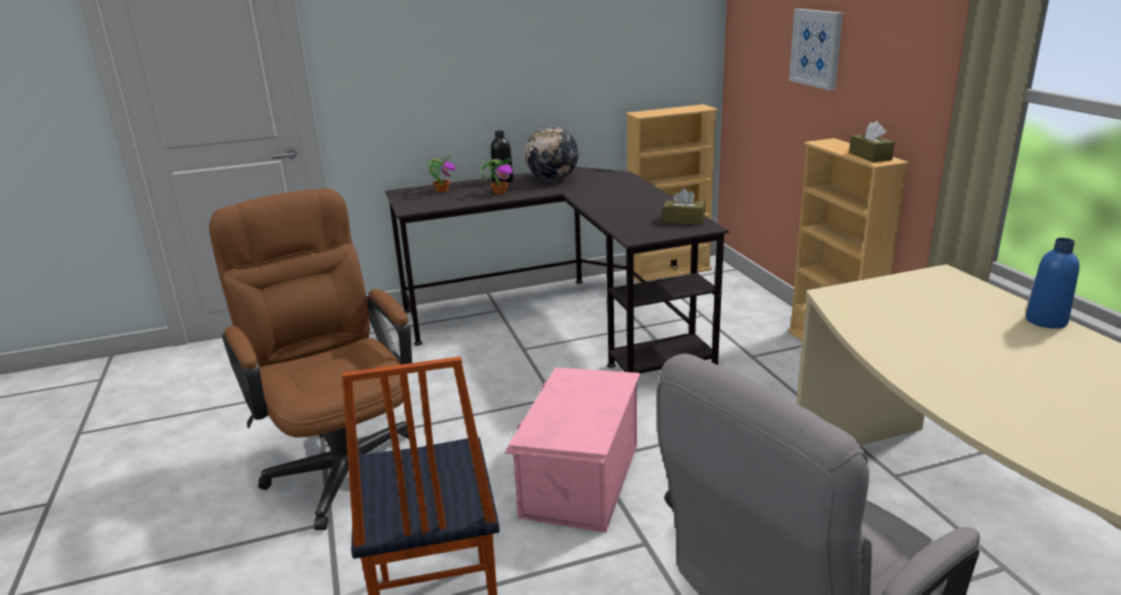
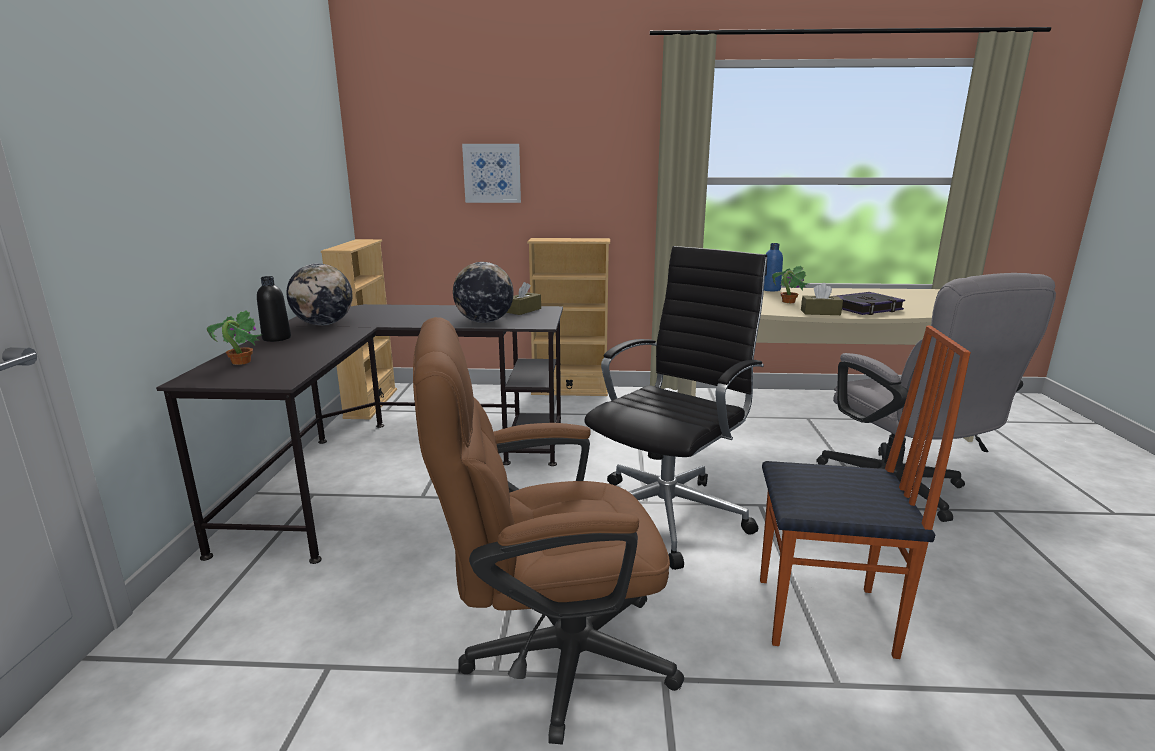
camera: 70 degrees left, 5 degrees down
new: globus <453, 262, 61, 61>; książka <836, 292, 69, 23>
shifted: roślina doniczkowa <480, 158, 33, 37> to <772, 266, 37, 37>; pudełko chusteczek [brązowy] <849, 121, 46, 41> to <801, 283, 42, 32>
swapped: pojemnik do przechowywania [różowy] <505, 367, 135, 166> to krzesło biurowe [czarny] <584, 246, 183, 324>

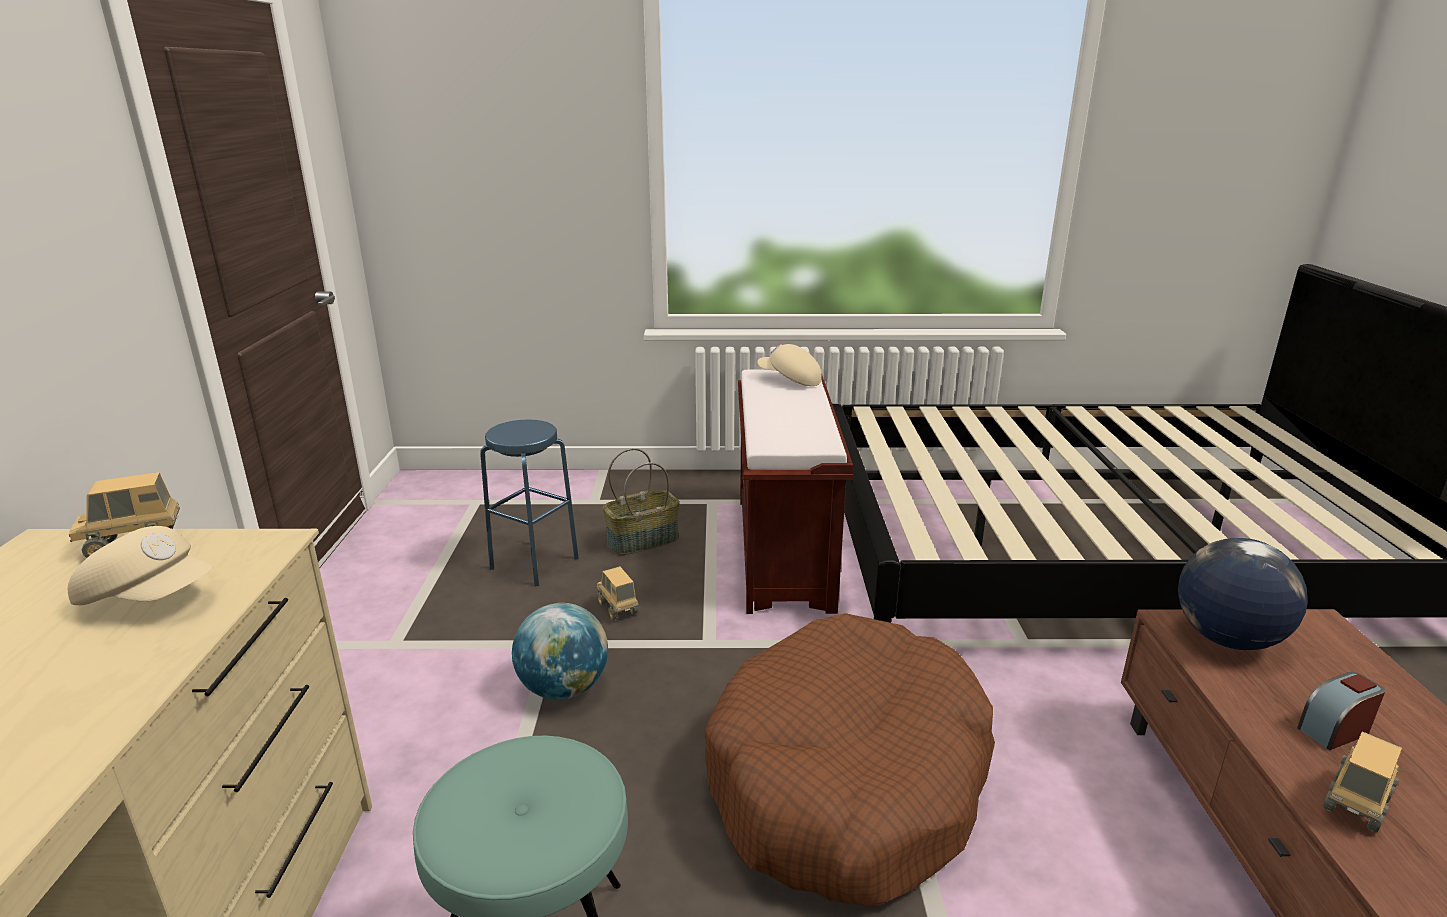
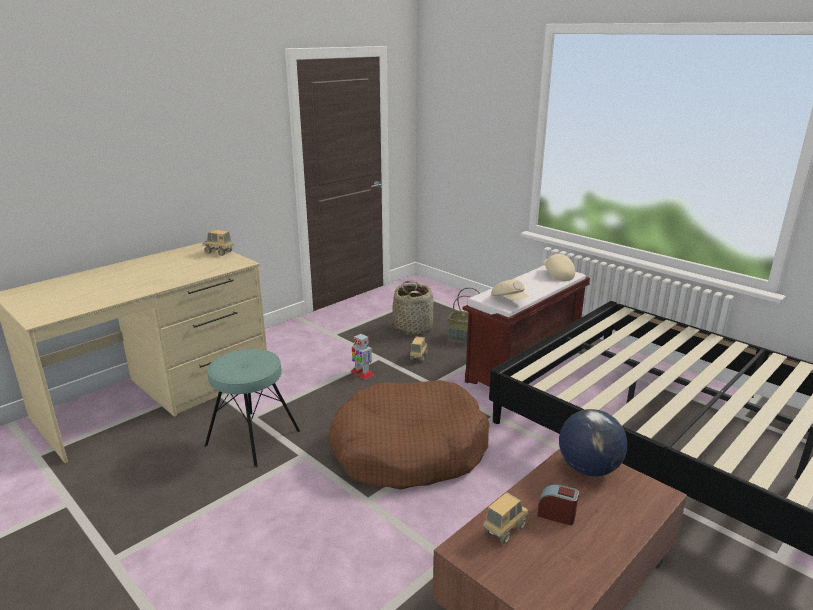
camera: 45 degrees right, 0 degrees up
shifted: czapka z daszkiem [beżowy] <68, 526, 145, 79> to <491, 279, 38, 21>
swapped: stołek [niebieski] <480, 419, 99, 167> to koszyk <392, 280, 42, 56>; globus <512, 603, 96, 97> to robot zabawkowy <351, 333, 24, 46>
rotated: ciężarówka zabawkowa <1323, 731, 81, 101> = <483, 492, 45, 52> 45 degrees counterclockwise

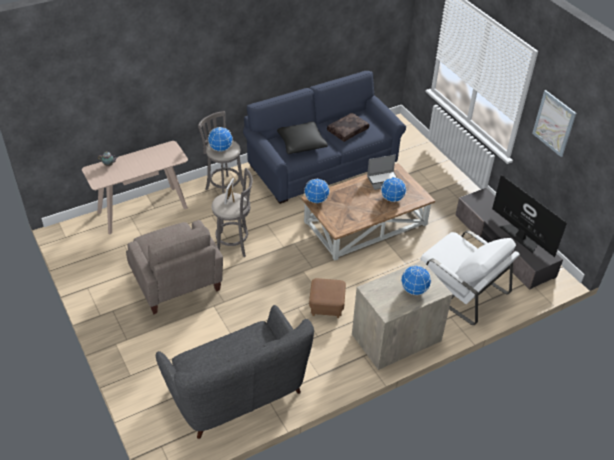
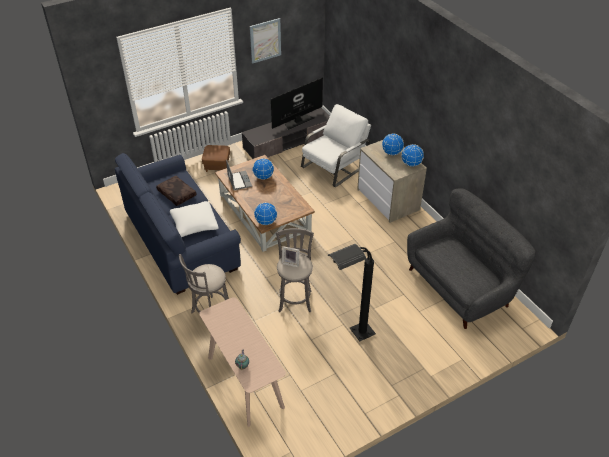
camera: 90 degrees left, 0 degrees up
shifted: globus <208, 127, 25, 25> to <401, 144, 23, 23>; pufa [brązowy] <309, 278, 37, 40> to <202, 145, 28, 27>
swapped: fotel [beżowy] <126, 220, 97, 94> to lampa stojąca [czarny] <328, 244, 48, 97>
repainted: poduszka [czarny] <277, 121, 51, 33> to poduszka [biały] <170, 201, 49, 36>

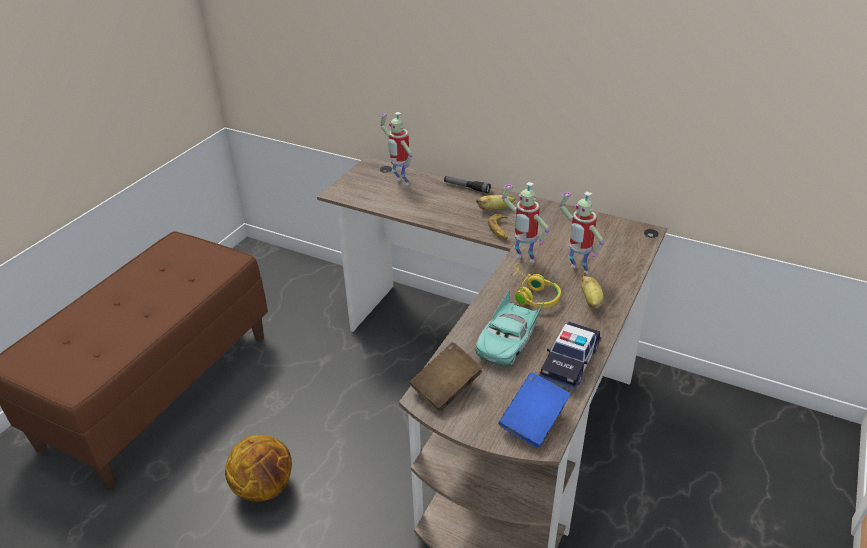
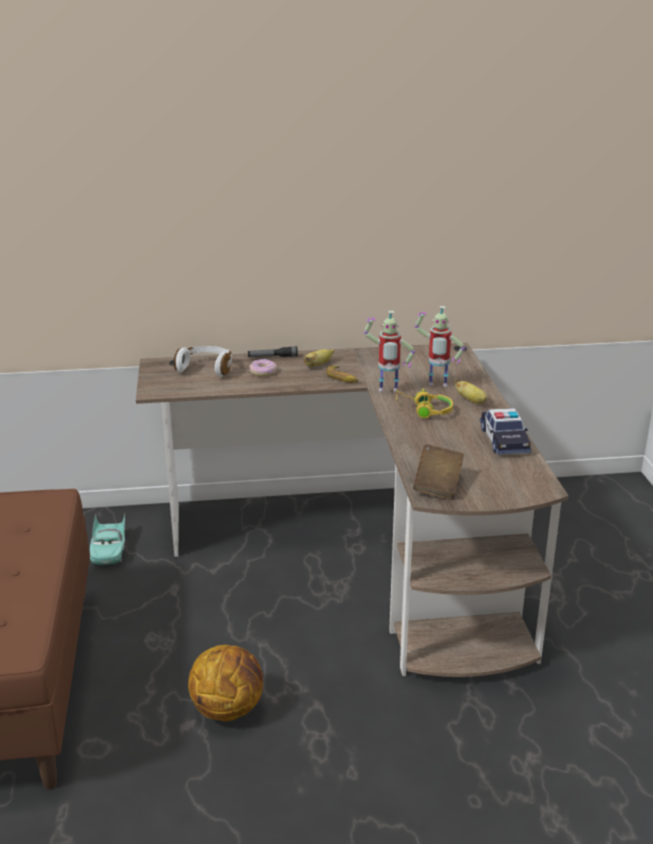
camera: 35 degrees left, 10 degrees down
gone: książka [niebieski] <498, 372, 73, 76>
new: donut <249, 359, 28, 18>
shifted: samochodzik [turkusowy] <475, 289, 70, 77> to <90, 514, 35, 51>
swapped: robot zabawkowy <380, 112, 33, 73> to słuchawki [biały] <174, 346, 58, 31>

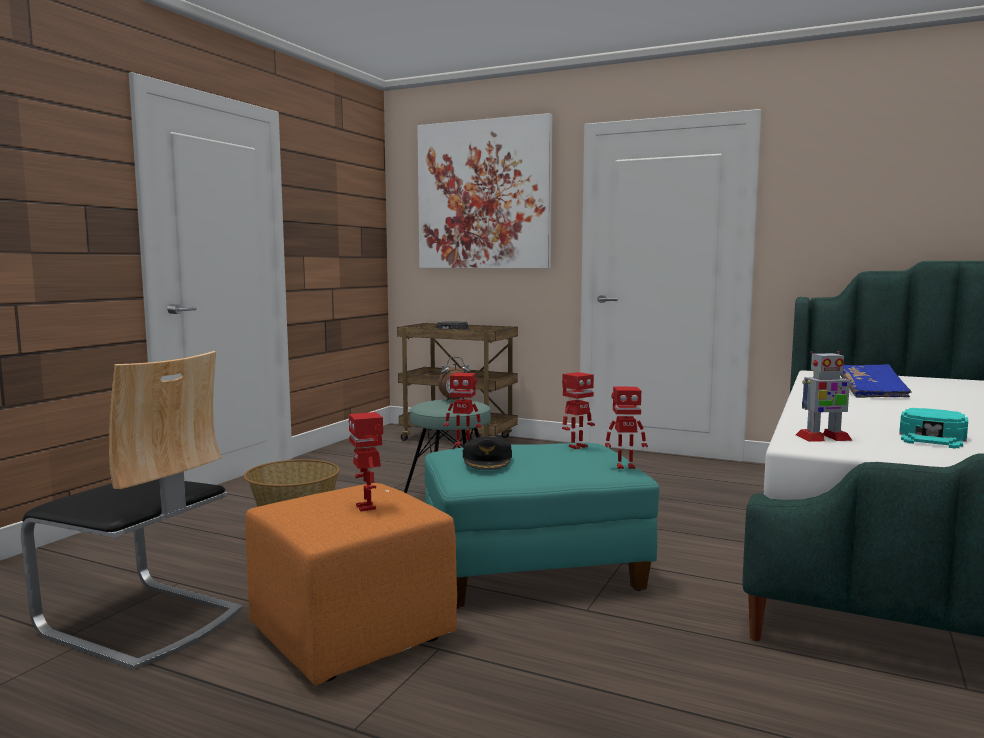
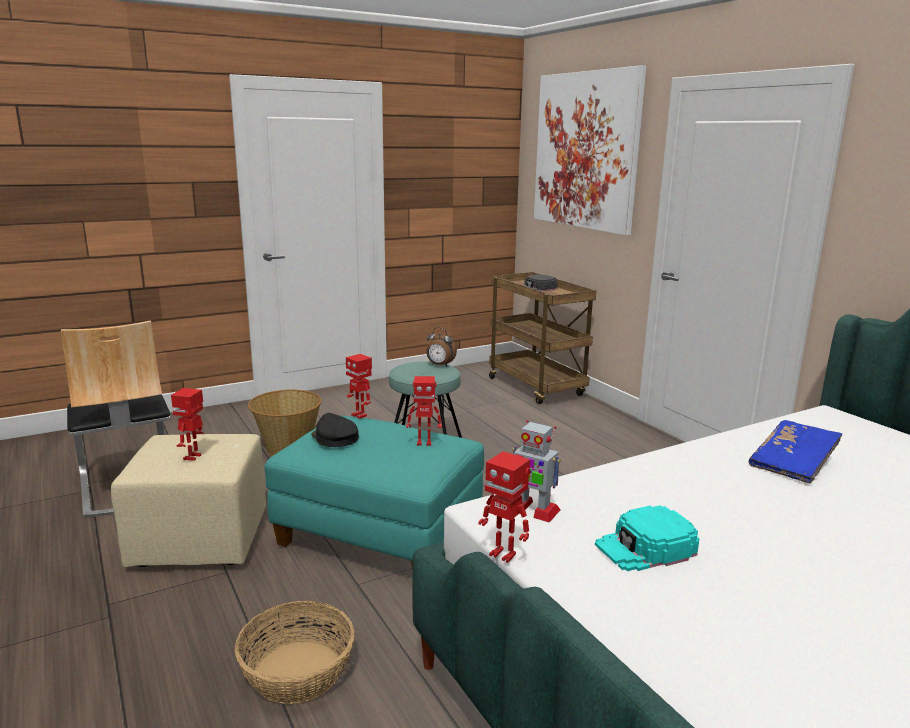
camera: 35 degrees right, 10 degrees up
new: koszyk <235, 601, 120, 103>
shifted: robot zabawkowy <605, 387, 43, 82> to <479, 451, 52, 112>
repainted: pufa [pomarańczowy] <245, 483, 212, 203> to pufa [beżowy] <111, 434, 155, 133>
rotated: czapka z daszkiem [czarny] <463, 437, 49, 33> = <311, 413, 48, 34> 105 degrees clockwise

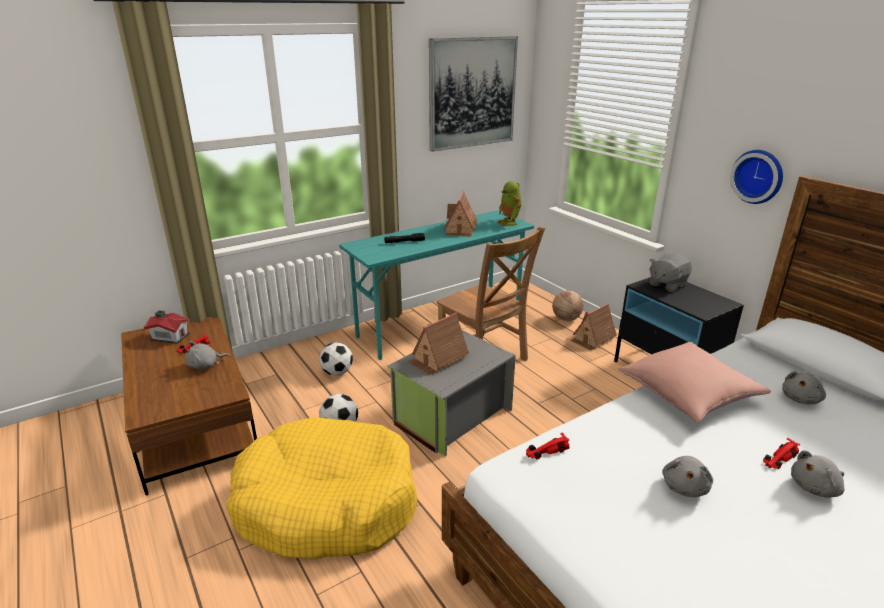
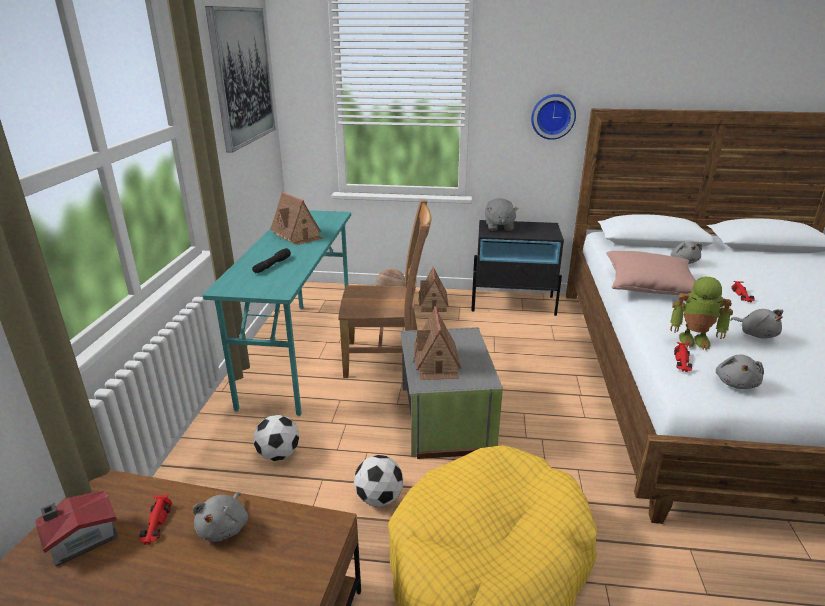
camera: 50 degrees left, 0 degrees up
shifted: robot zabawkowy <497, 181, 25, 45> to <670, 277, 63, 73>; pluszak [szary] <791, 450, 54, 48> to <716, 355, 48, 34>

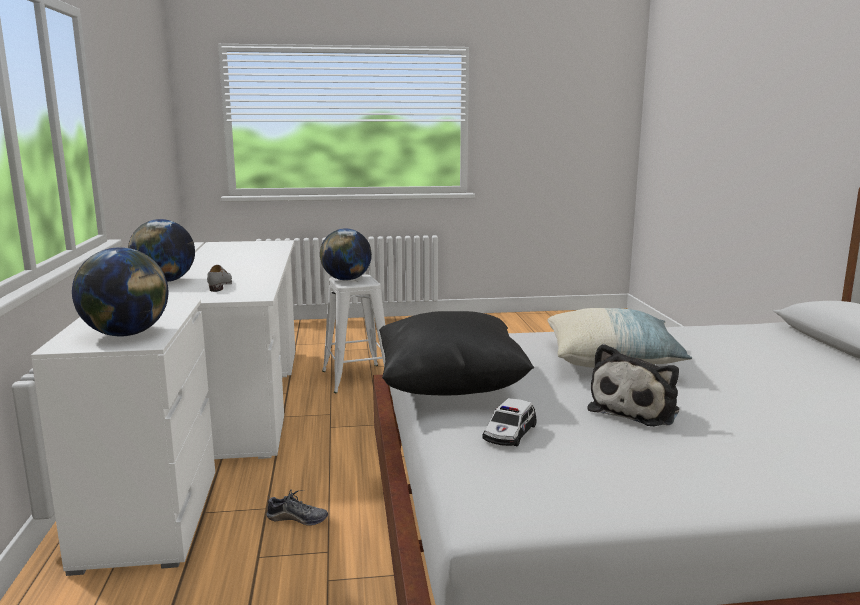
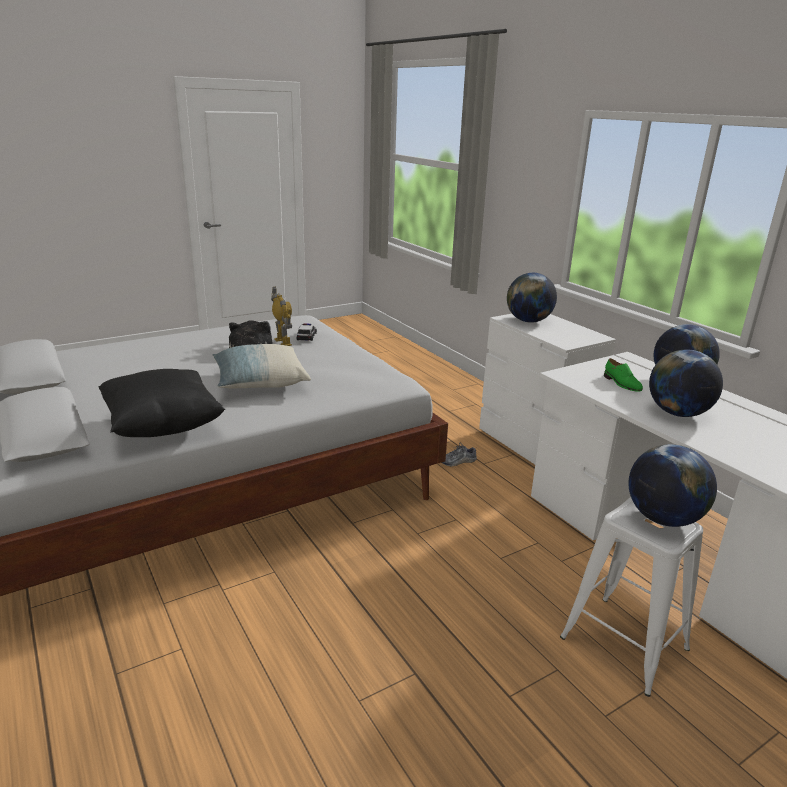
camera: 155 degrees right, 10 degrees up
new: robot zabawkowy <271, 287, 21, 59>; globus <649, 349, 74, 68>
shifted: poduszka [czarny] <379, 311, 155, 84> to <99, 369, 126, 68>
repainted: but [szary] <207, 265, 25, 27> to but [zielony] <604, 358, 39, 34>

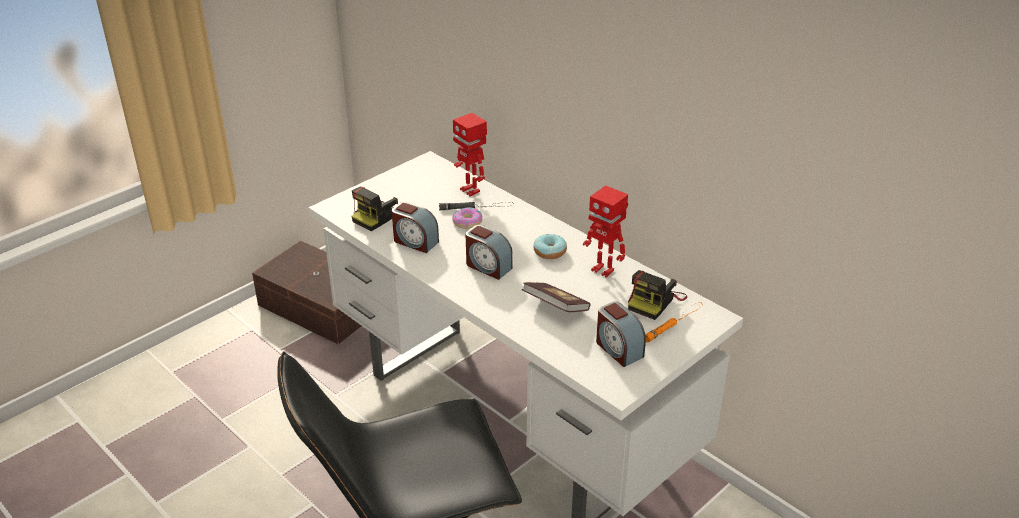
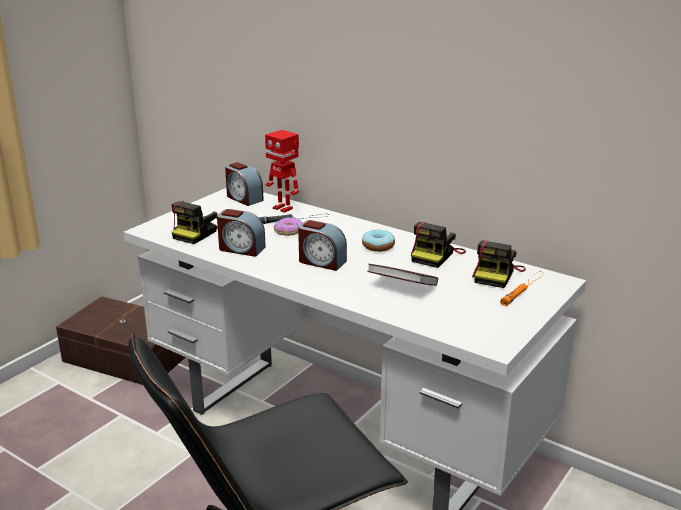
camera: 10 degrees left, 10 degrees down
shifted: budzik <596, 301, 50, 66> to <225, 162, 39, 44>
swapped: robot zabawkowy <583, 185, 45, 93> to aparat fotograficzny <411, 222, 55, 46>

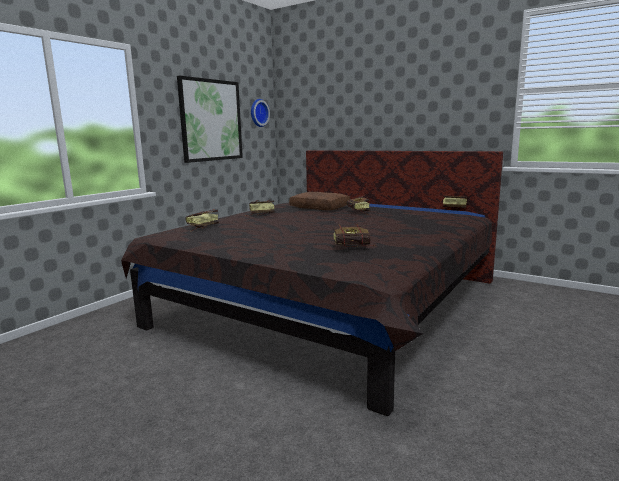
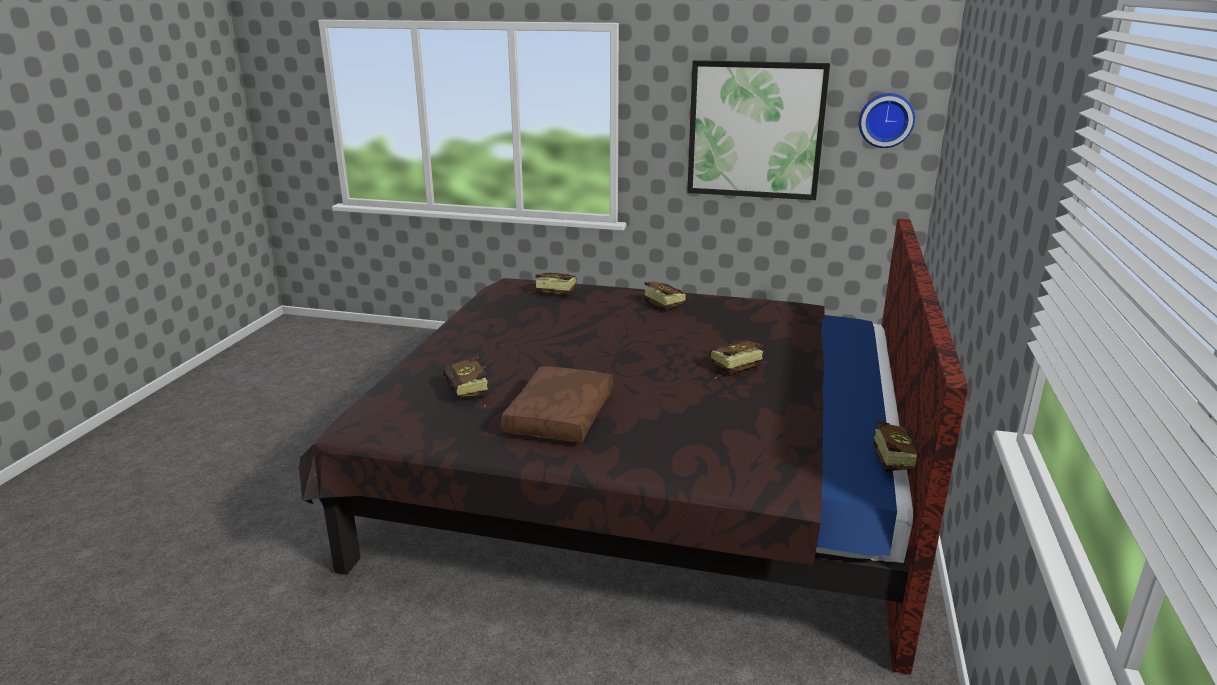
camera: 70 degrees right, 10 degrees up
shifted: poduszka [brązowy] <289, 192, 61, 18> to <501, 367, 112, 75>

